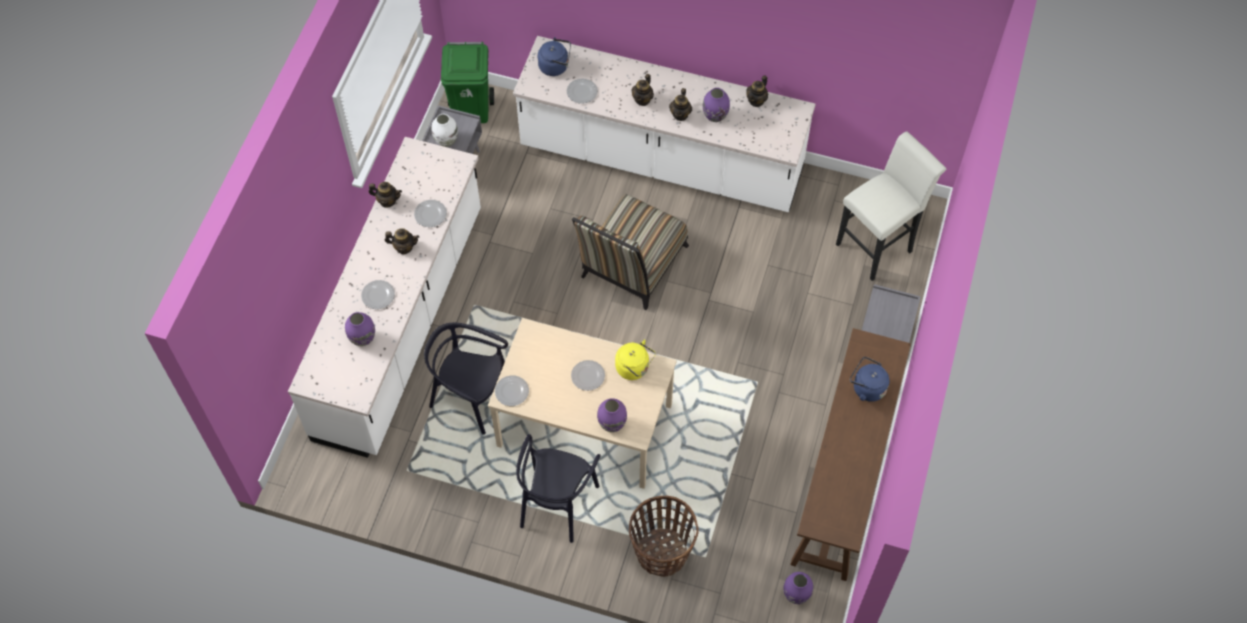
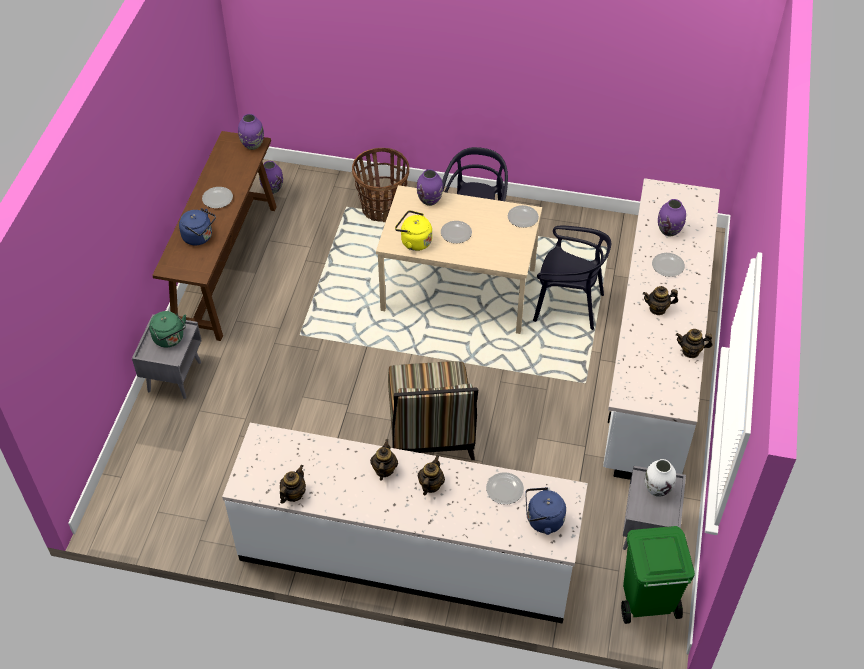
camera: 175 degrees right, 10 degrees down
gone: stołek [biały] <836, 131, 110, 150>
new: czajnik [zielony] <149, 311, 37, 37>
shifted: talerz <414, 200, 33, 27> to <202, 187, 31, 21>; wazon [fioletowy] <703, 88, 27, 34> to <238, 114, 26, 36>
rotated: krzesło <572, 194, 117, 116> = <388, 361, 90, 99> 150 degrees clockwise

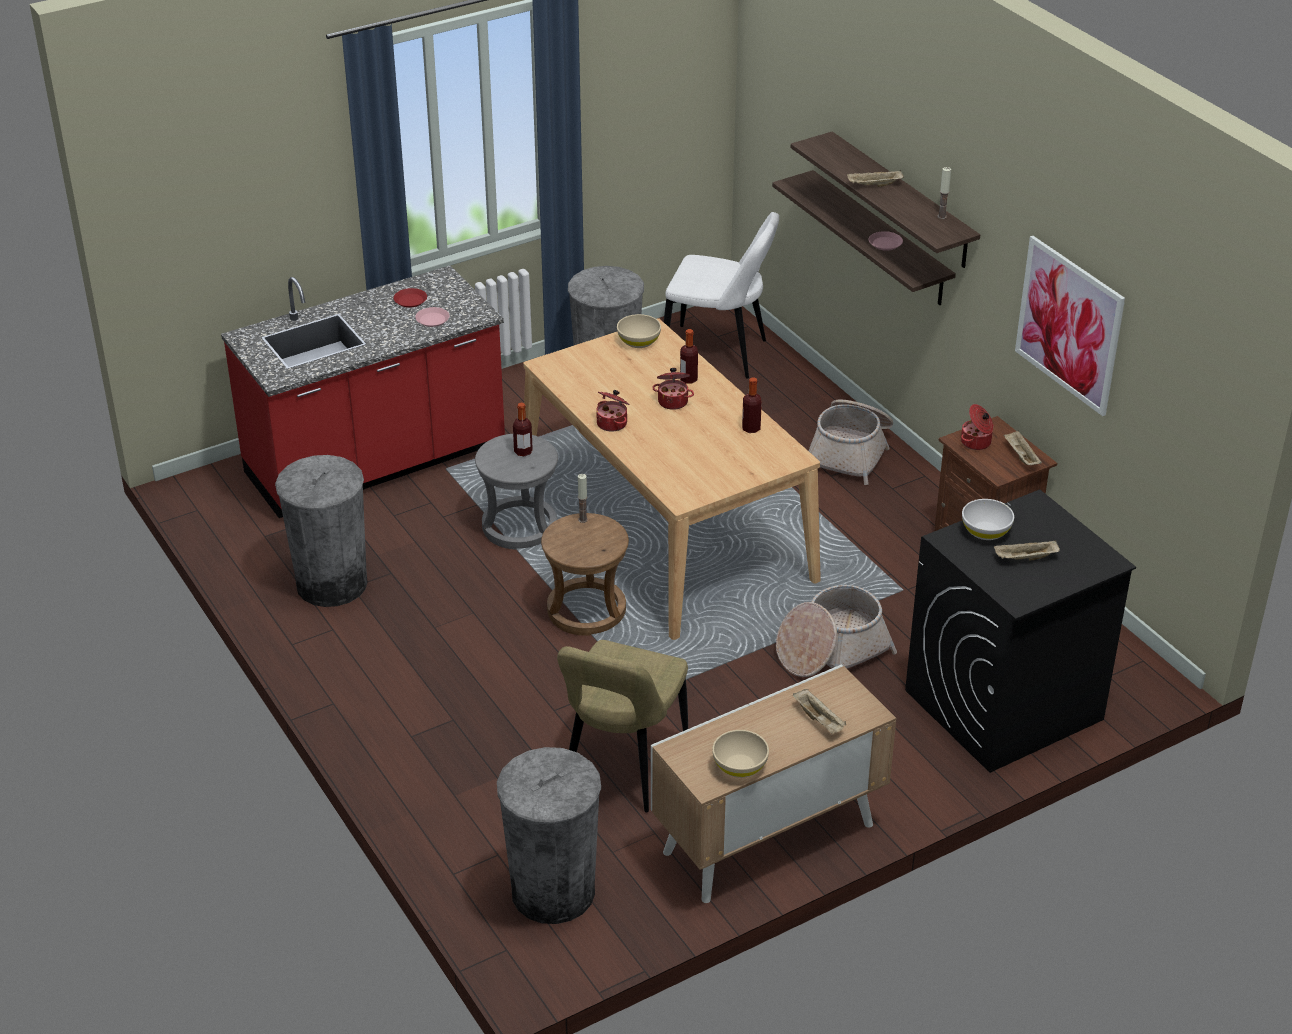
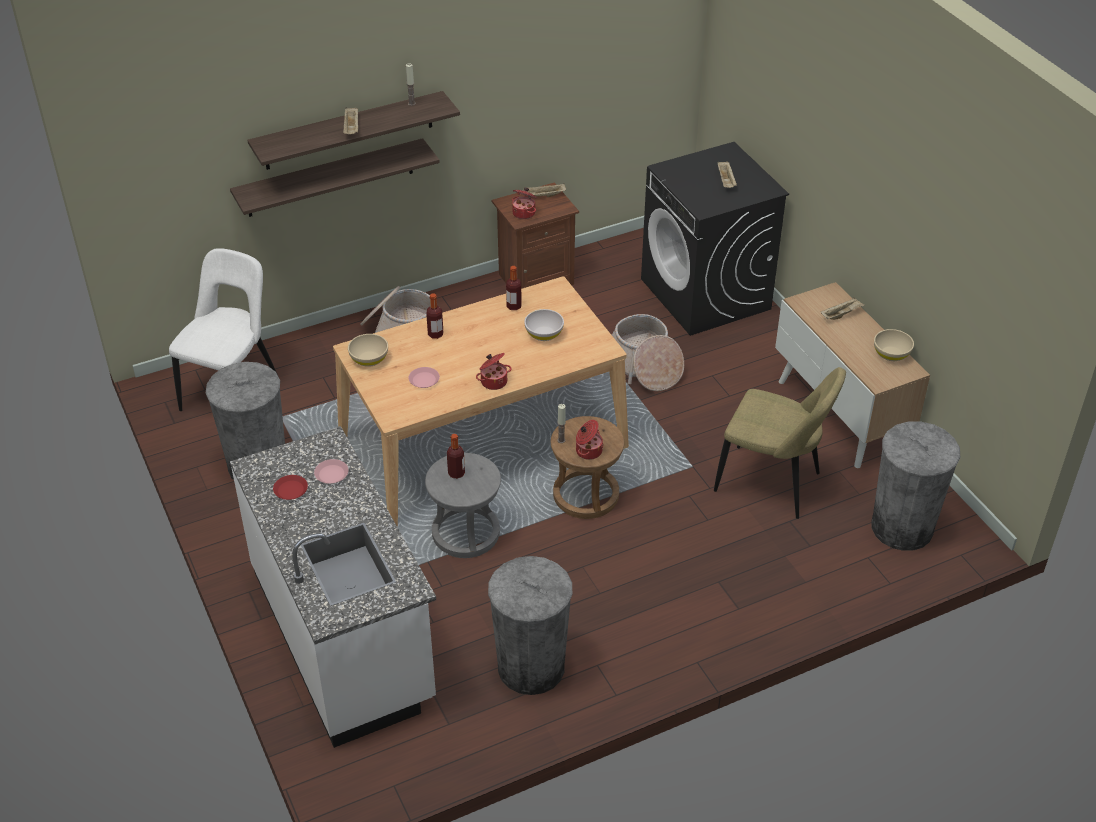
camera: 85 degrees left, 5 degrees up
gone: obraz <1015, 236, 110, 180>
shifted: garnek <653, 368, 41, 42> to <576, 420, 28, 40>; talerz [różowy] <869, 231, 34, 20> to <409, 367, 31, 21>; miska [biały] <962, 499, 52, 41> to <524, 309, 40, 32>
repainted: zabudowa kuchenna [czerwony] <221, 266, 284, 252> to zabudowa kuchenna [biały] <230, 426, 206, 322>

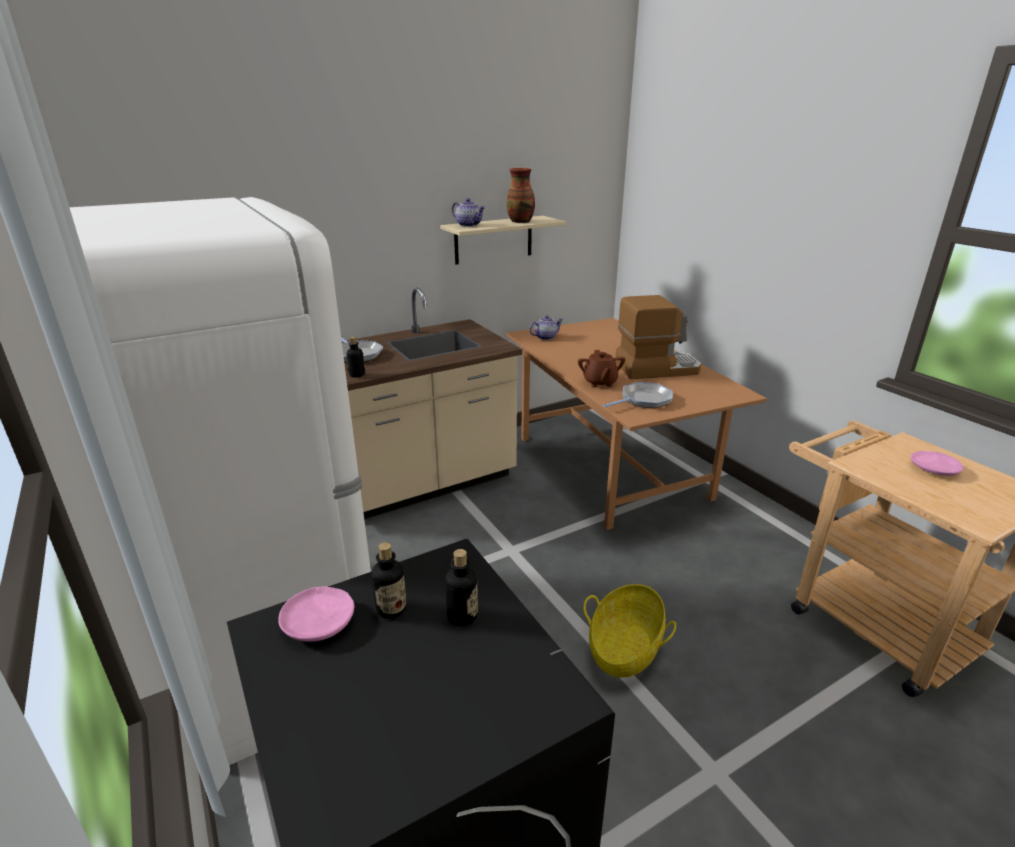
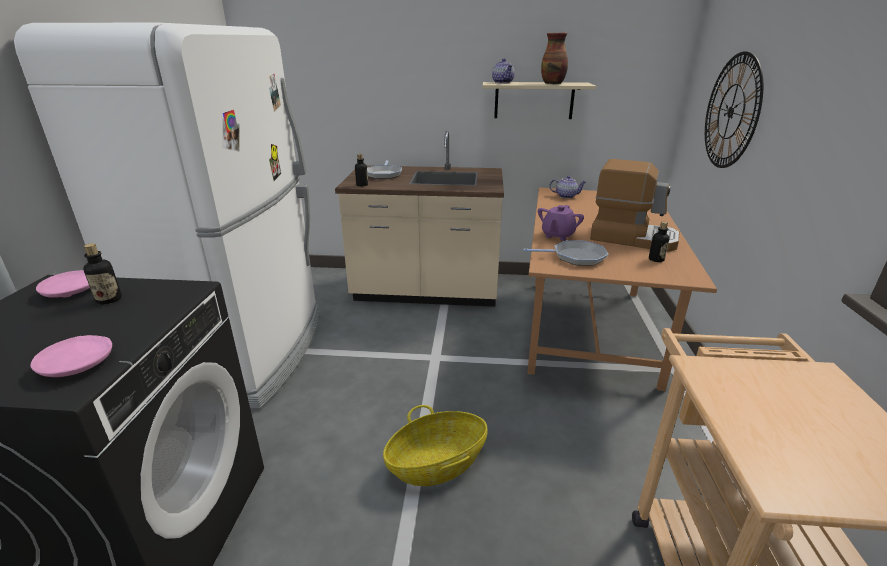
camera: 35 degrees right, 0 degrees up
new: zegar ścienny <705, 51, 58, 117>
shifted: butelka <445, 549, 33, 77> to <649, 222, 21, 40>; talerz [różowy] <910, 451, 54, 25> to <30, 335, 82, 42>
repainted: imbryk [brązowy] <578, 350, 47, 37> to imbryk [fioletowy] <538, 205, 46, 36>

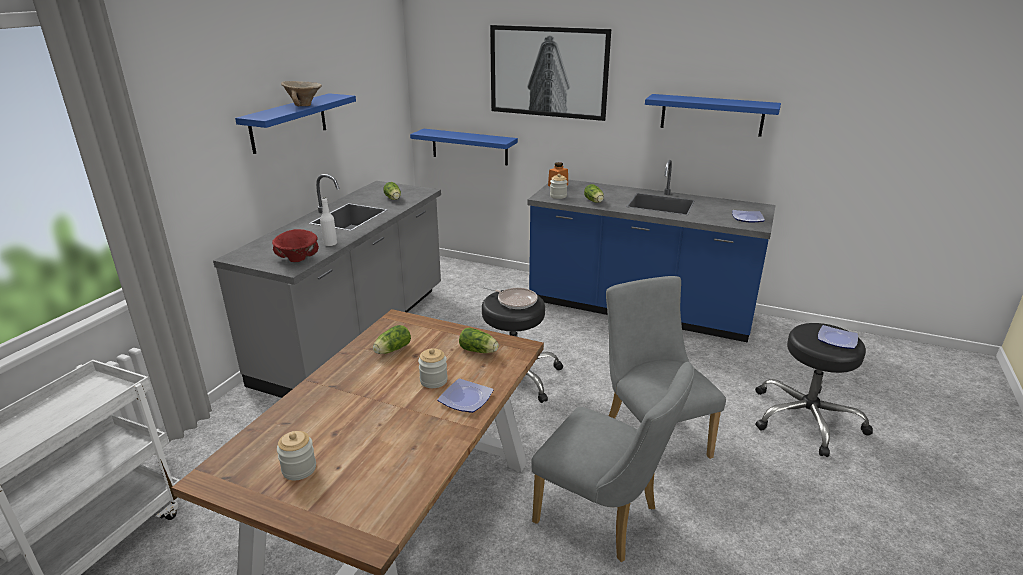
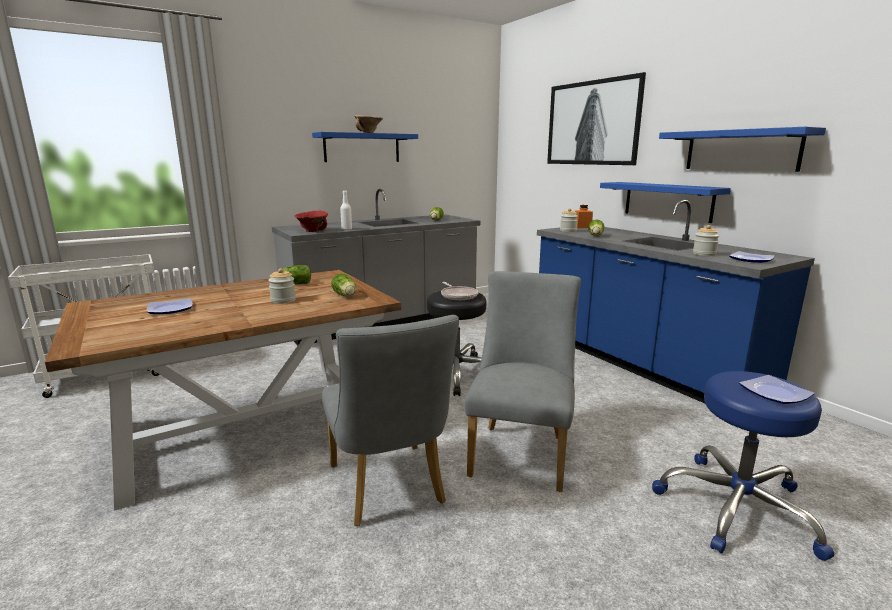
camera: 35 degrees right, 10 degrees down
shifted: słoik <277, 431, 39, 50> to <693, 225, 27, 31>; półka [niebieski] <410, 129, 108, 36> to <600, 182, 131, 41>; talerz <437, 378, 56, 35> to <147, 298, 46, 16>
repainted: stołek [czarny] <755, 323, 118, 134> to stołek [niebieski] <652, 371, 182, 190>

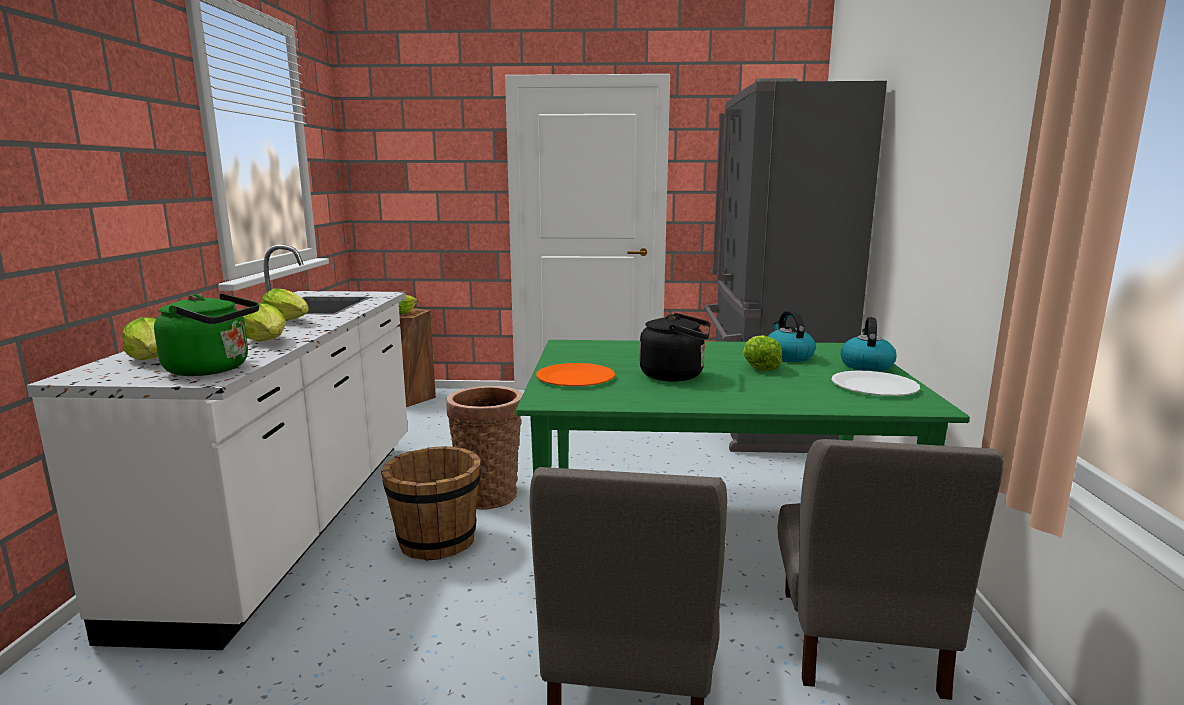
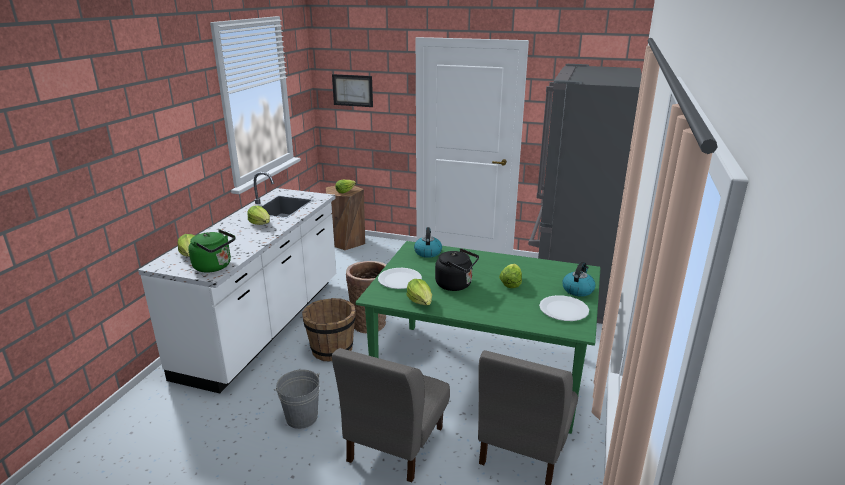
camera: 15 degrees right, 10 degrees up
new: wiadro [szary] <274, 370, 46, 59>; obraz <332, 74, 41, 33>
shifted: sałata <243, 303, 43, 39> to <406, 279, 26, 26>; czajnik <768, 310, 48, 52> to <414, 227, 28, 31>
repainted: talerz [pomarańczowy] <537, 363, 78, 23> to talerz [biały] <378, 268, 44, 21>

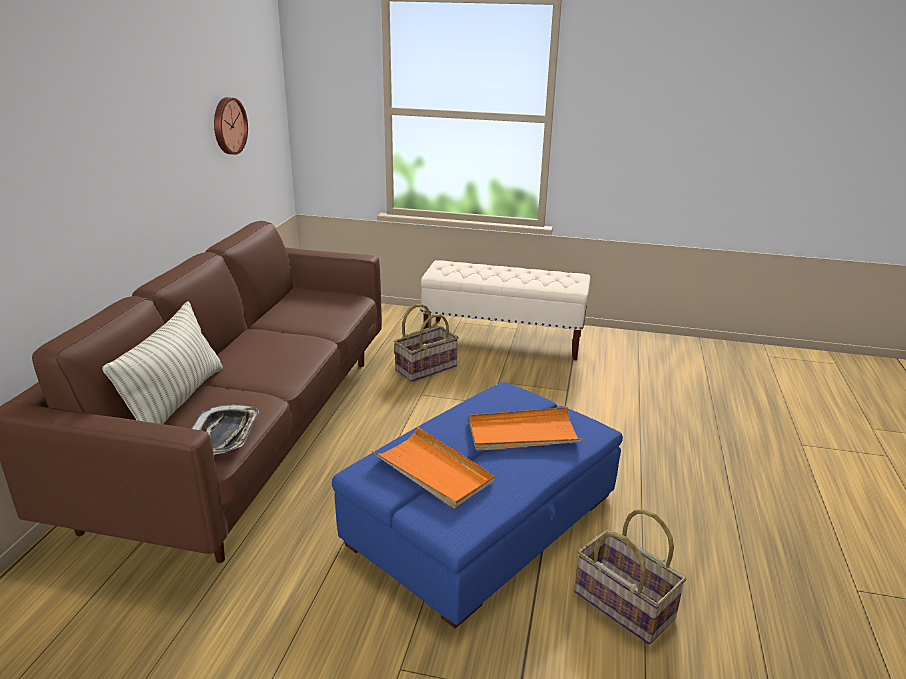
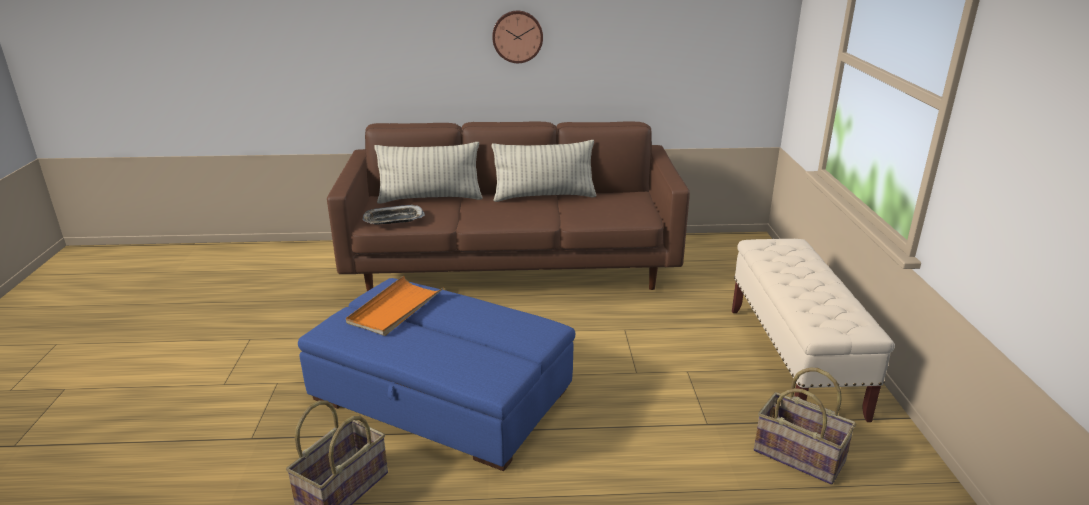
camera: 75 degrees right, 0 degrees up
gone: taca [pomarańczowy] <469, 407, 114, 44>
new: poduszka <492, 140, 105, 62>
shifted: zegar ścienny <214, 97, 34, 58> to <492, 11, 51, 52>; koszyk <394, 304, 65, 78> to <754, 368, 102, 117>

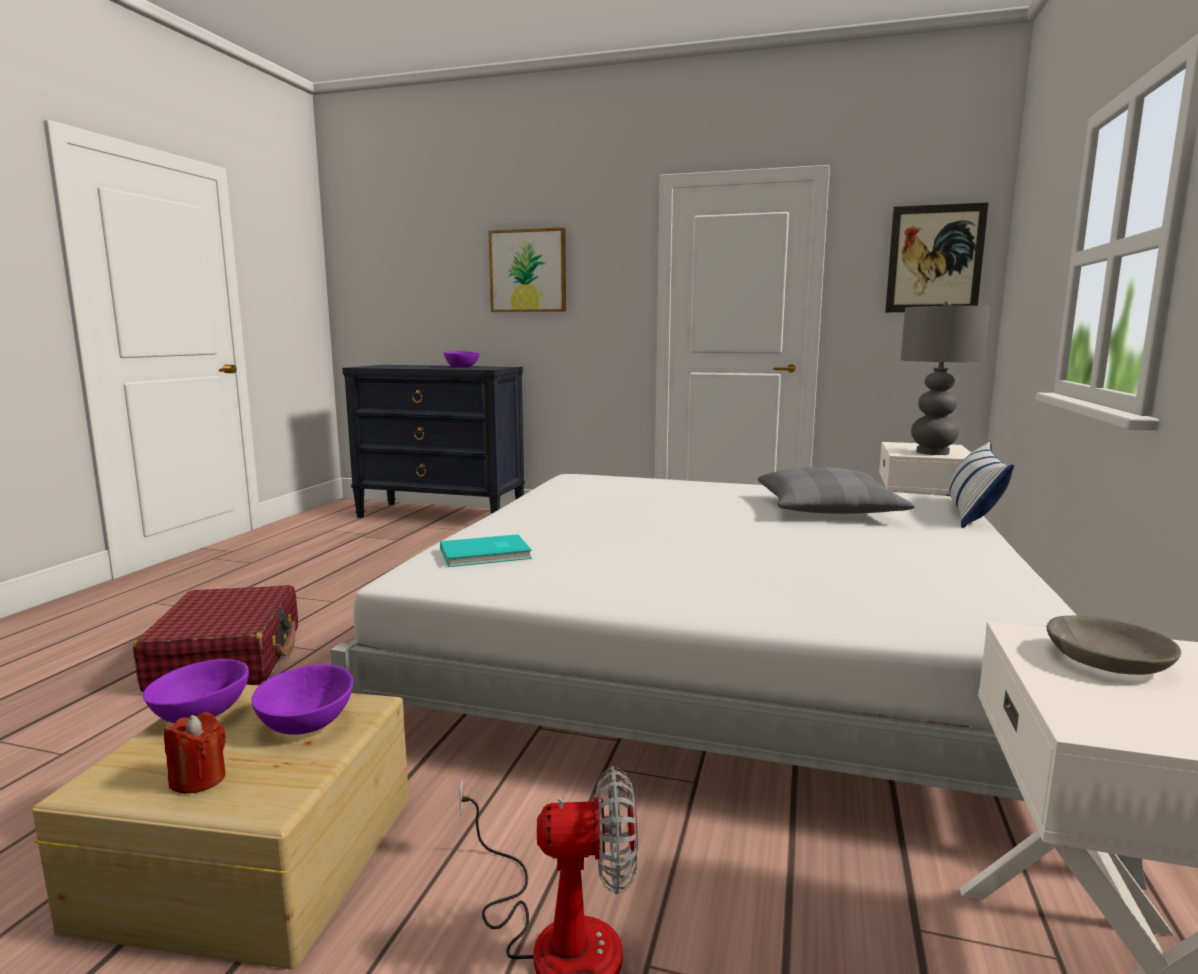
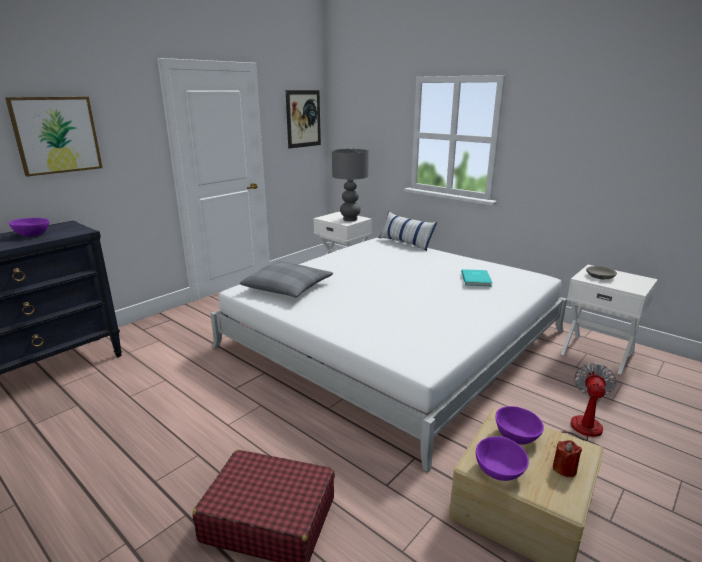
camera: 65 degrees left, 10 degrees up
shifted: książka [turkusowy] <440, 534, 92, 33> to <461, 269, 31, 17>; poduszka [szary] <758, 467, 157, 47> to <240, 261, 93, 37>

